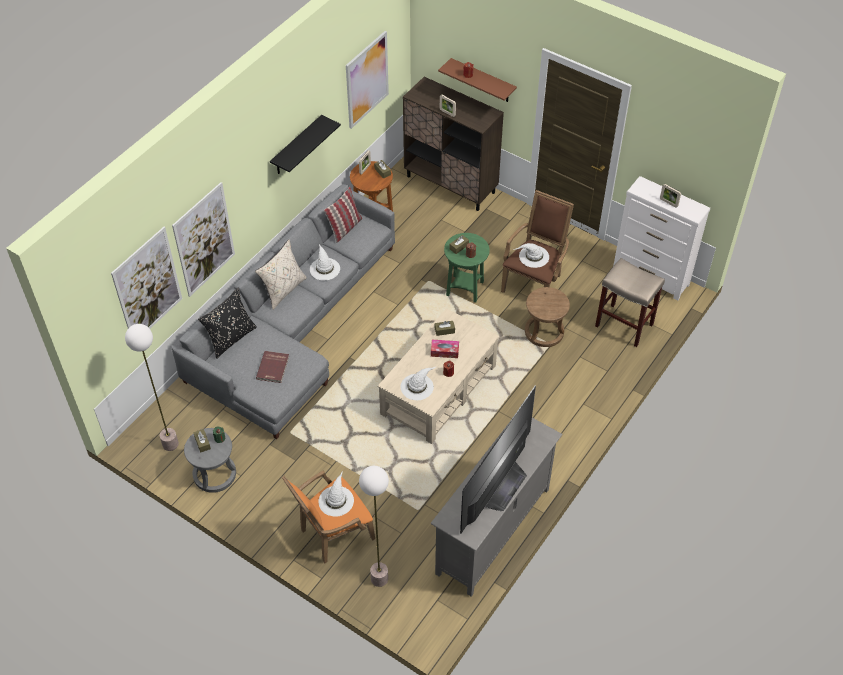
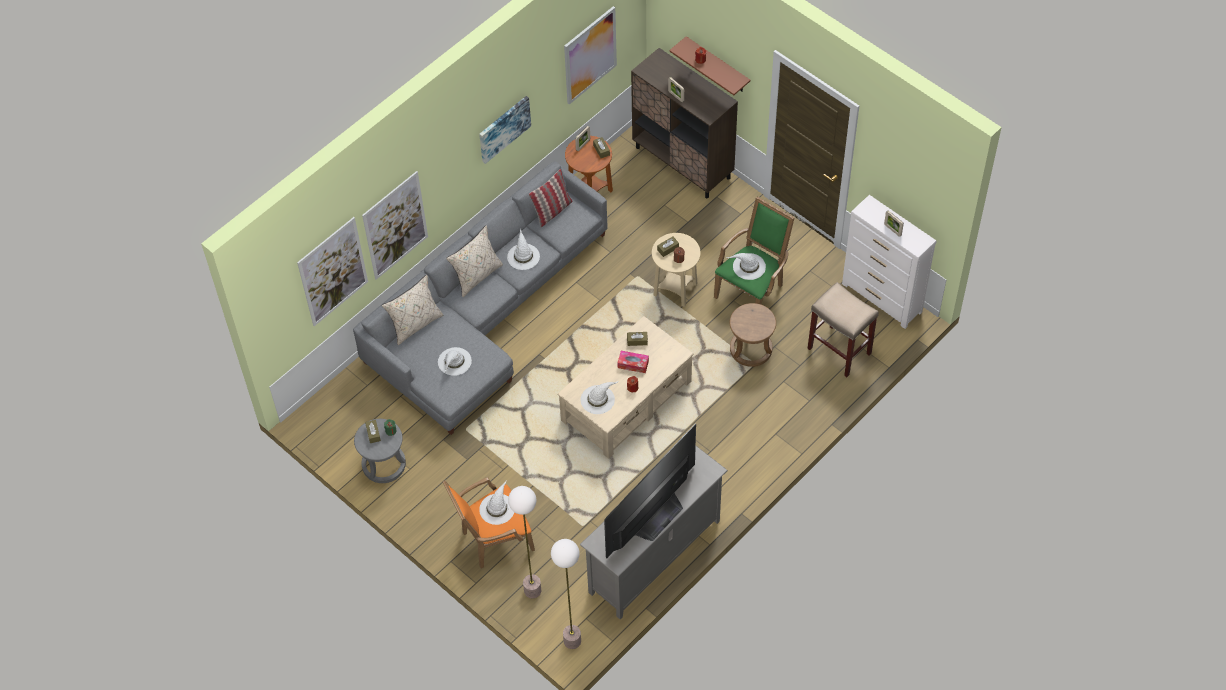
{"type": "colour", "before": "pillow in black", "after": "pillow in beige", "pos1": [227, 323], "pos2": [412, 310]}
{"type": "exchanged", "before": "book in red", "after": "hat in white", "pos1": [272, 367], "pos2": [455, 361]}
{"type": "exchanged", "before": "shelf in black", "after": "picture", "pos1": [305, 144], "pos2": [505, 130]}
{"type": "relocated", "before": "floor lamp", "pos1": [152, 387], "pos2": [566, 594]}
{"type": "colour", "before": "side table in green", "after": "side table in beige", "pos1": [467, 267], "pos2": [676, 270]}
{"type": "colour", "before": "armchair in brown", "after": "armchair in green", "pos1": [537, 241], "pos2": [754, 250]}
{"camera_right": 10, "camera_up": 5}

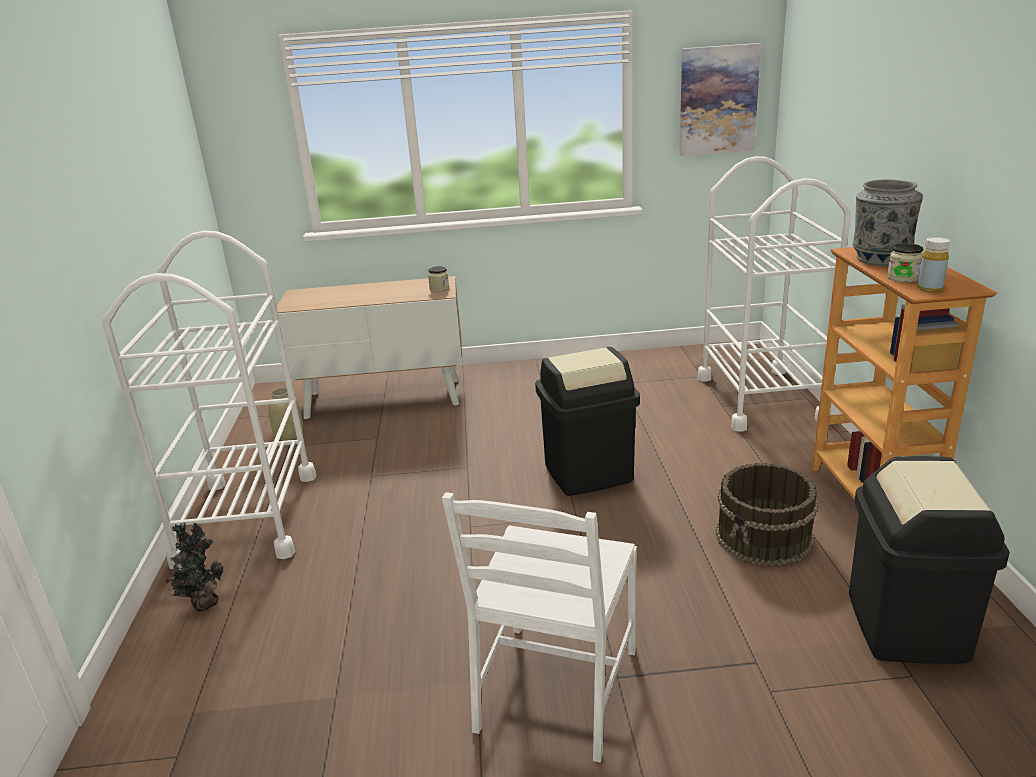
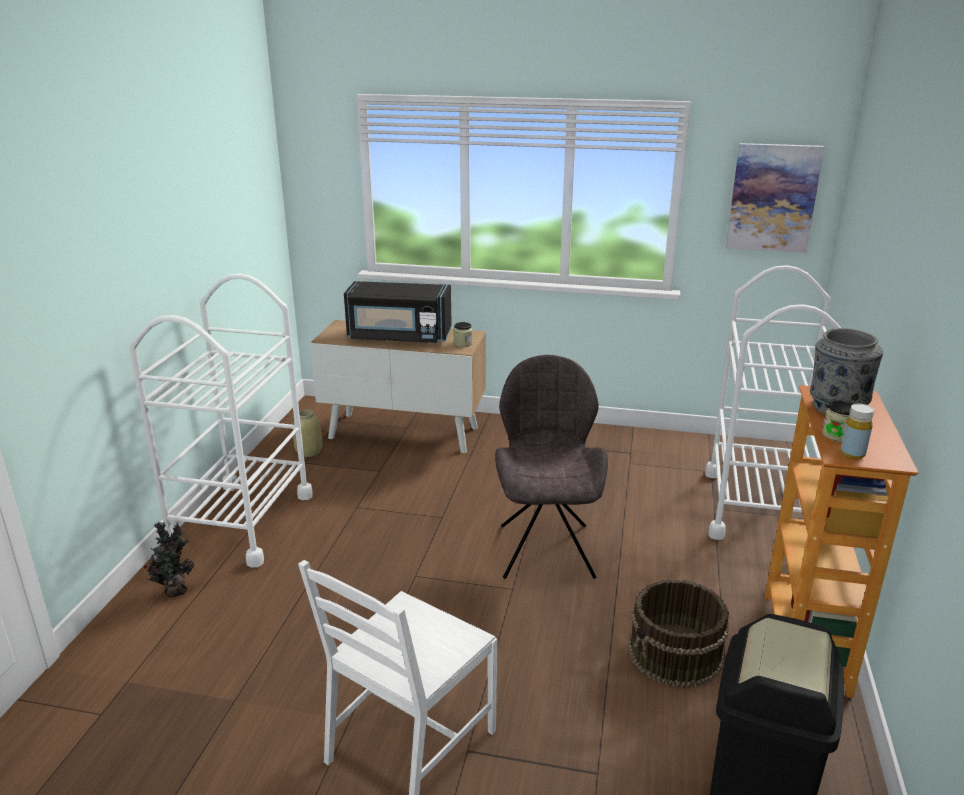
{"type": "appeared", "after": "microwave in black", "pos2": [398, 312]}
{"type": "exchanged", "before": "trash can in black", "after": "chair in grey", "pos1": [587, 421], "pos2": [551, 467]}
{"camera_right": 15, "camera_up": 0}

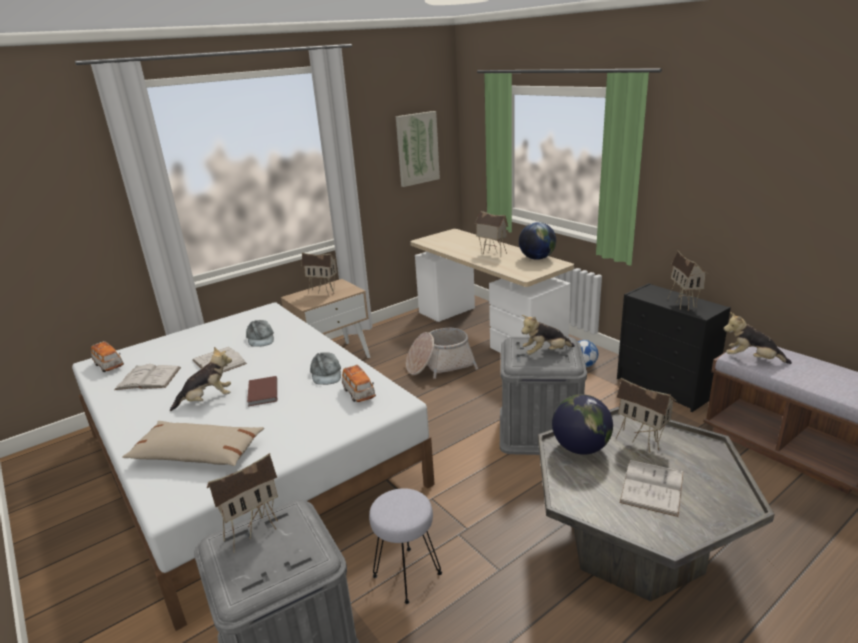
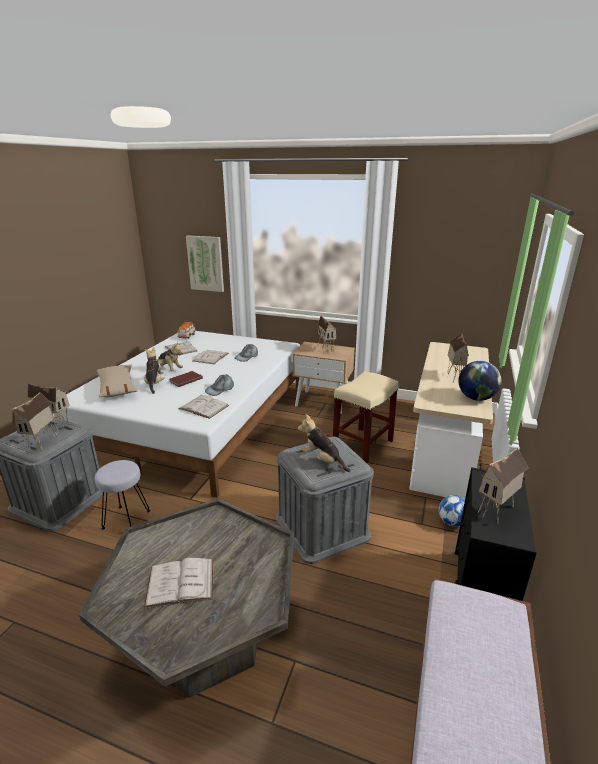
{"type": "relocated", "before": "toy house", "pos1": [646, 415], "pos2": [34, 422]}
{"type": "relocated", "before": "plush toy", "pos1": [757, 338], "pos2": [154, 370]}
{"type": "exchanged", "before": "toy car", "after": "book in white", "pos1": [359, 383], "pos2": [203, 406]}
{"type": "relocated", "before": "picture", "pos1": [418, 149], "pos2": [205, 263]}
{"type": "exchanged", "before": "basket", "after": "stool in beige", "pos1": [442, 353], "pos2": [366, 418]}
{"type": "missing", "before": "globe", "pos1": [582, 424]}
{"camera_right": 55, "camera_up": 0}

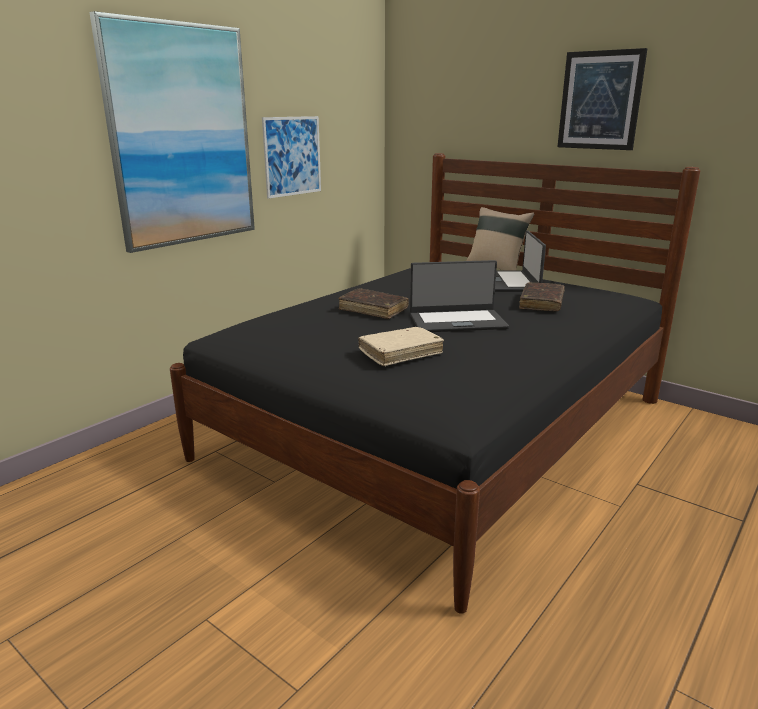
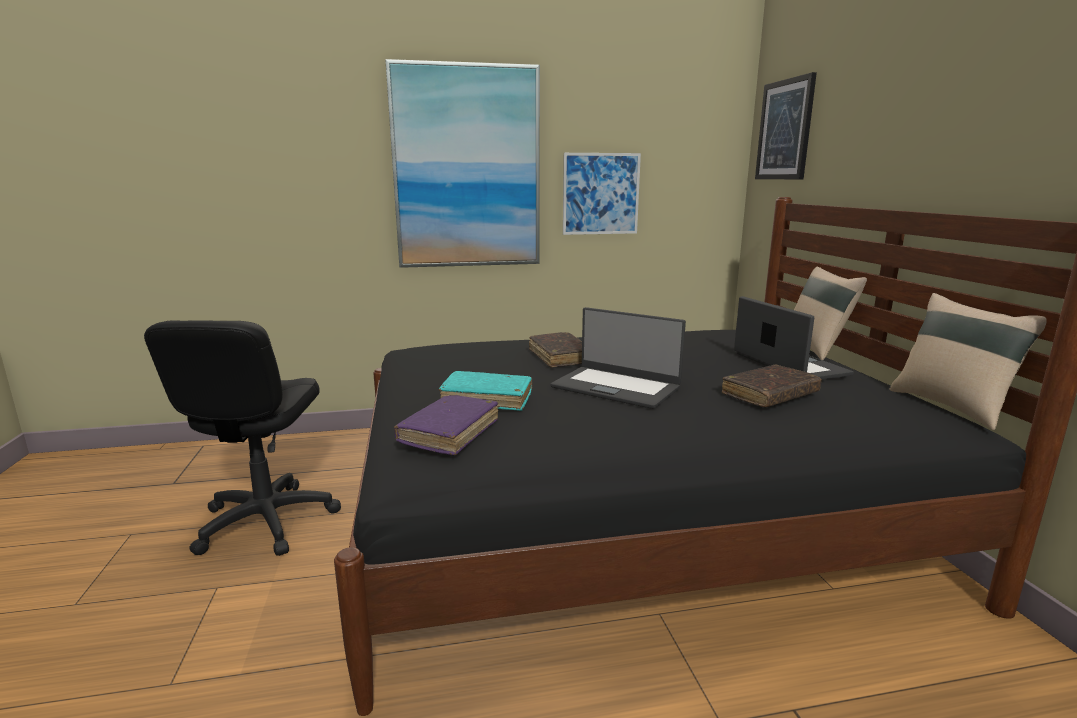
{"type": "appeared", "after": "office chair in black", "pos2": [242, 438]}
{"type": "appeared", "after": "book in purple", "pos2": [446, 425]}
{"type": "colour", "before": "book in beige", "after": "book in turquoise", "pos1": [401, 346], "pos2": [485, 391]}
{"type": "spun", "before": "laptop", "pos1": [520, 261], "pos2": [794, 338], "turn": 120}
{"type": "relocated", "before": "picture", "pos1": [602, 99], "pos2": [786, 125]}
{"type": "appeared", "after": "pillow in beige", "pos2": [968, 361]}
{"camera_right": 40, "camera_up": -5}

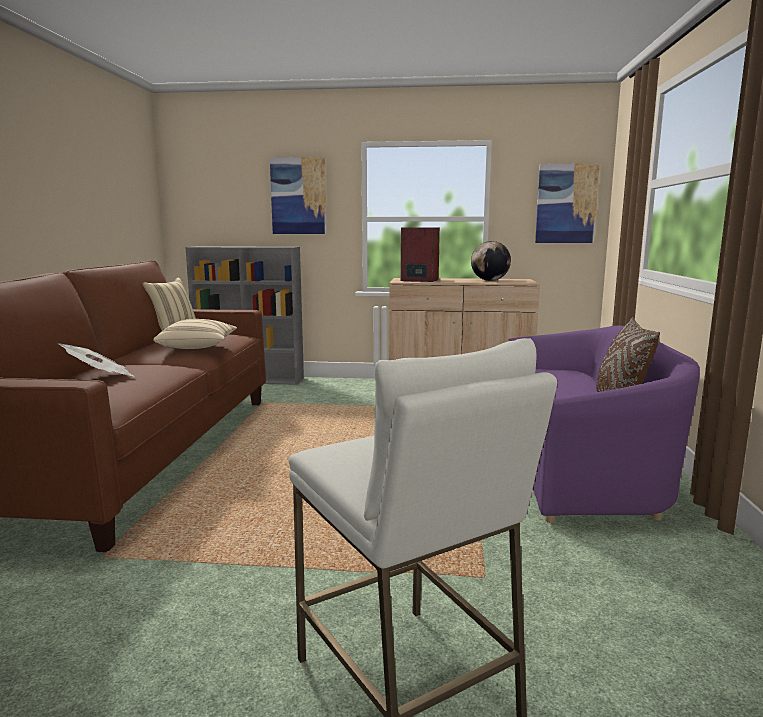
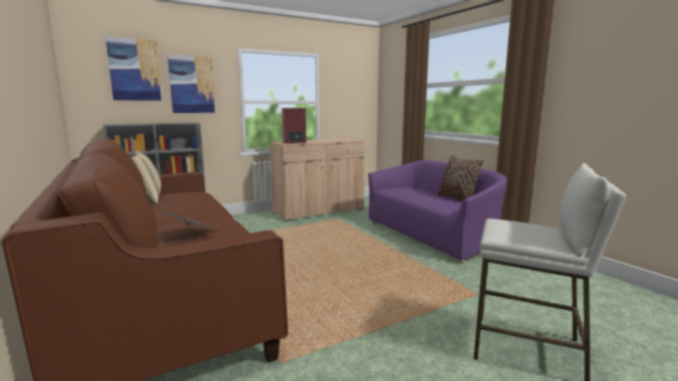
{"type": "relocated", "before": "picture", "pos1": [567, 203], "pos2": [134, 68]}
{"type": "missing", "before": "pillow in beige", "pos1": [195, 334]}
{"type": "missing", "before": "globe", "pos1": [491, 261]}
{"camera_right": -35, "camera_up": 0}

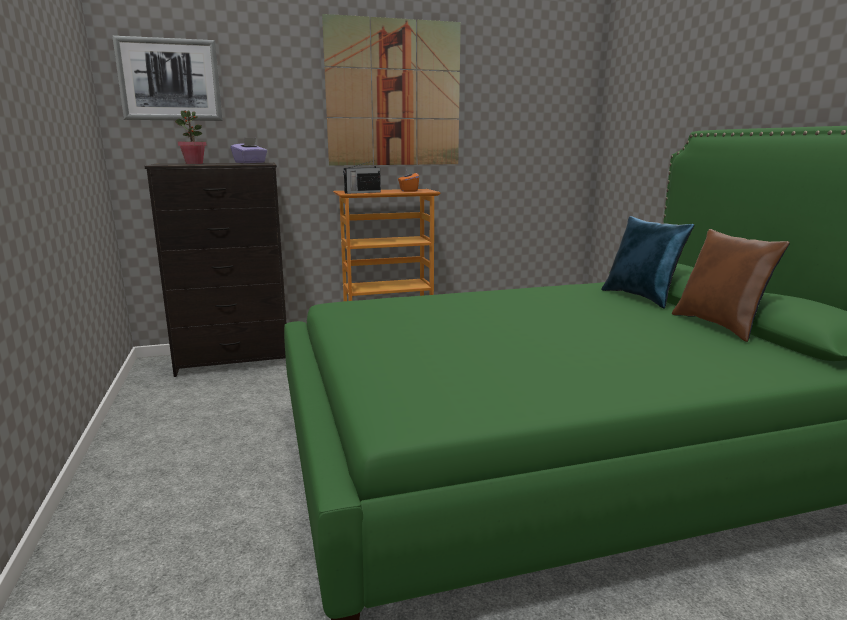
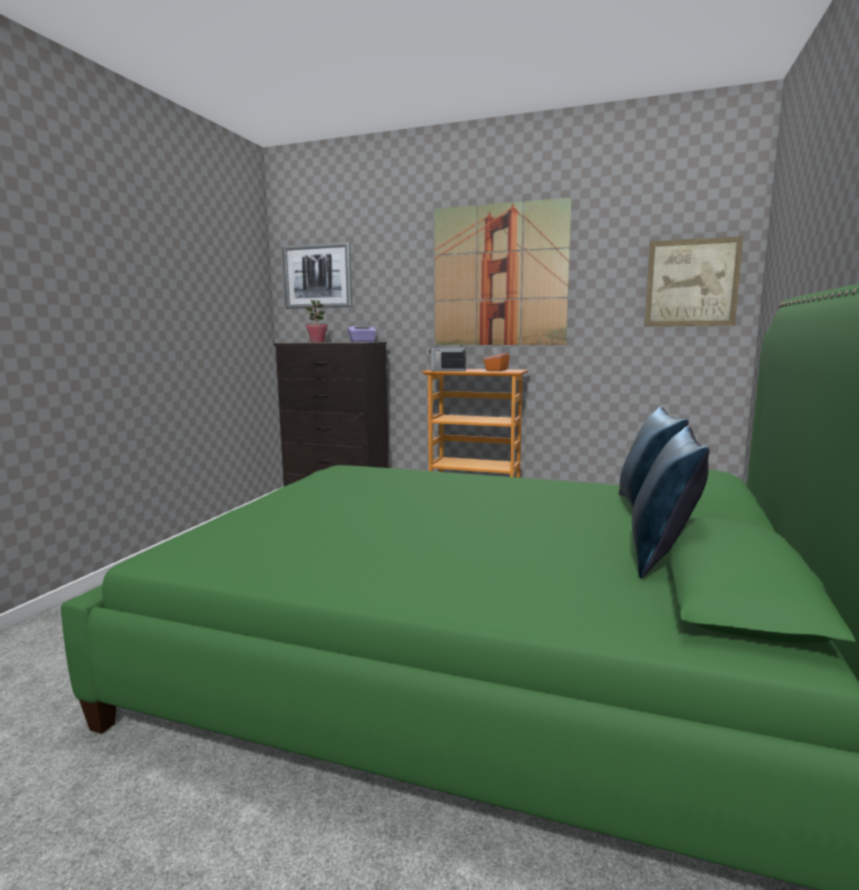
{"type": "colour", "before": "pillow in brown", "after": "pillow in blue", "pos1": [731, 285], "pos2": [671, 502]}
{"type": "appeared", "after": "picture", "pos2": [694, 281]}
{"camera_right": 35, "camera_up": -5}

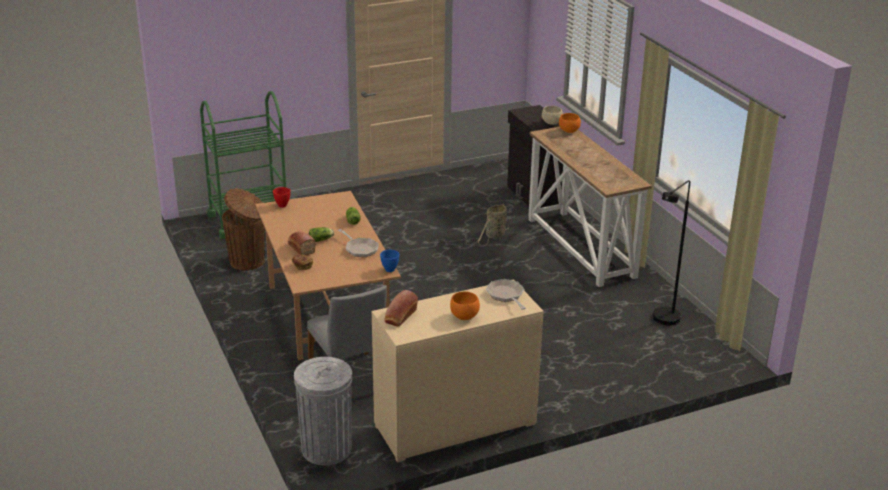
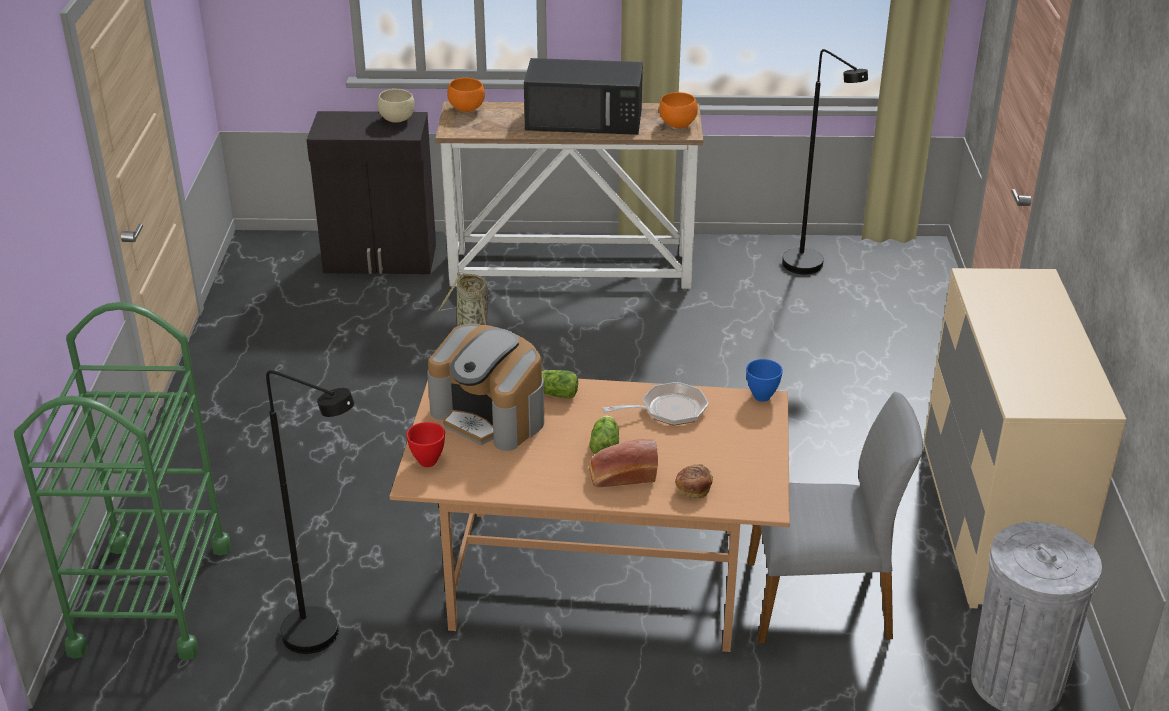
{"type": "exchanged", "before": "trash can in brown", "after": "floor lamp in black", "pos1": [243, 229], "pos2": [310, 512]}
{"type": "appeared", "after": "coffee machine", "pos2": [485, 387]}
{"type": "appeared", "after": "microwave in black", "pos2": [583, 96]}
{"type": "relocated", "before": "bowl in orange", "pos1": [465, 306], "pos2": [678, 110]}
{"type": "missing", "before": "bread", "pos1": [401, 308]}
{"type": "missing", "before": "frying pan", "pos1": [506, 294]}
{"camera_right": -65, "camera_up": 5}

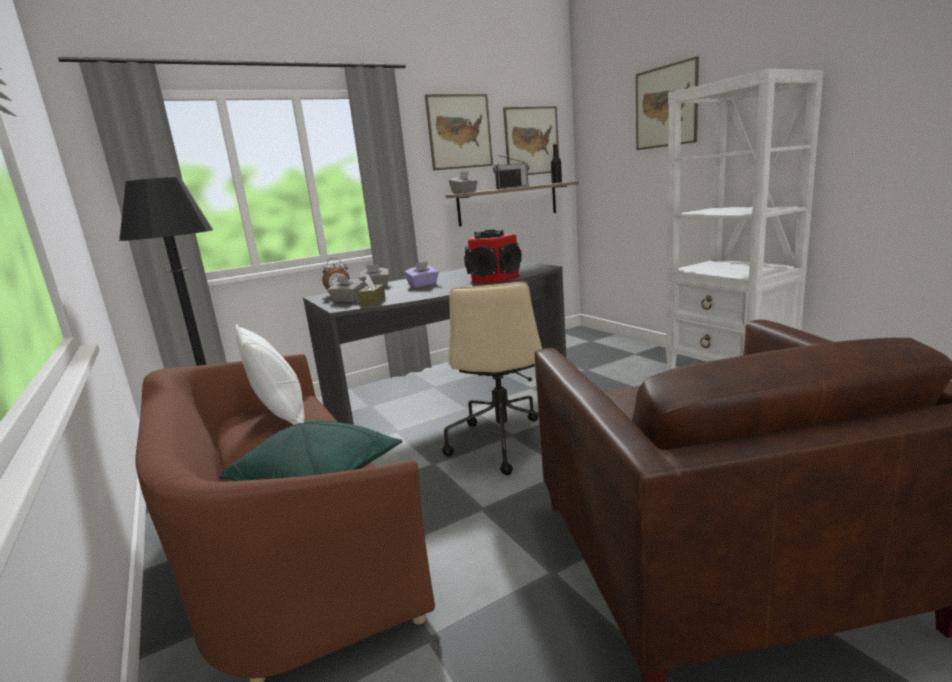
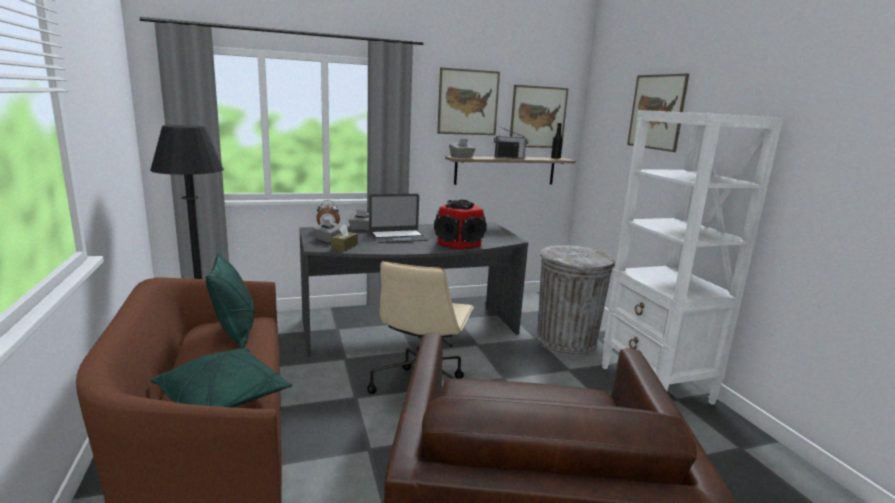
{"type": "colour", "before": "pillow in white", "after": "pillow in green", "pos1": [270, 374], "pos2": [230, 301]}
{"type": "exchanged", "before": "tissue box in purple", "after": "laptop", "pos1": [421, 274], "pos2": [399, 218]}
{"type": "appeared", "after": "trash can in grey", "pos2": [576, 300]}
{"camera_right": 10, "camera_up": 0}

